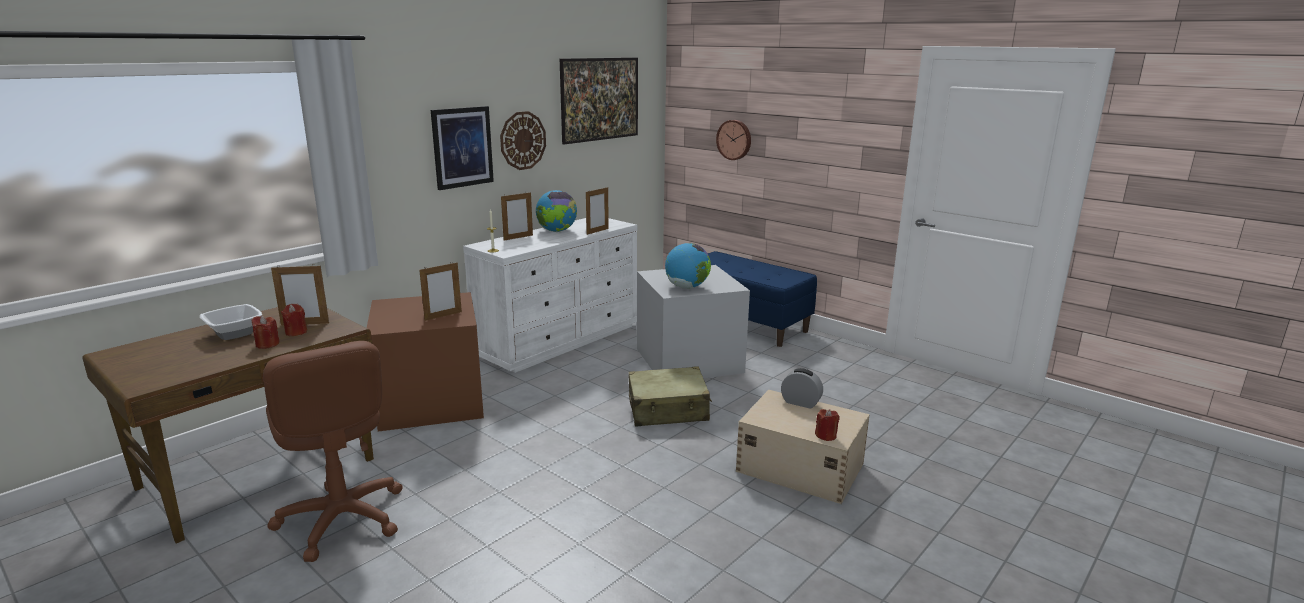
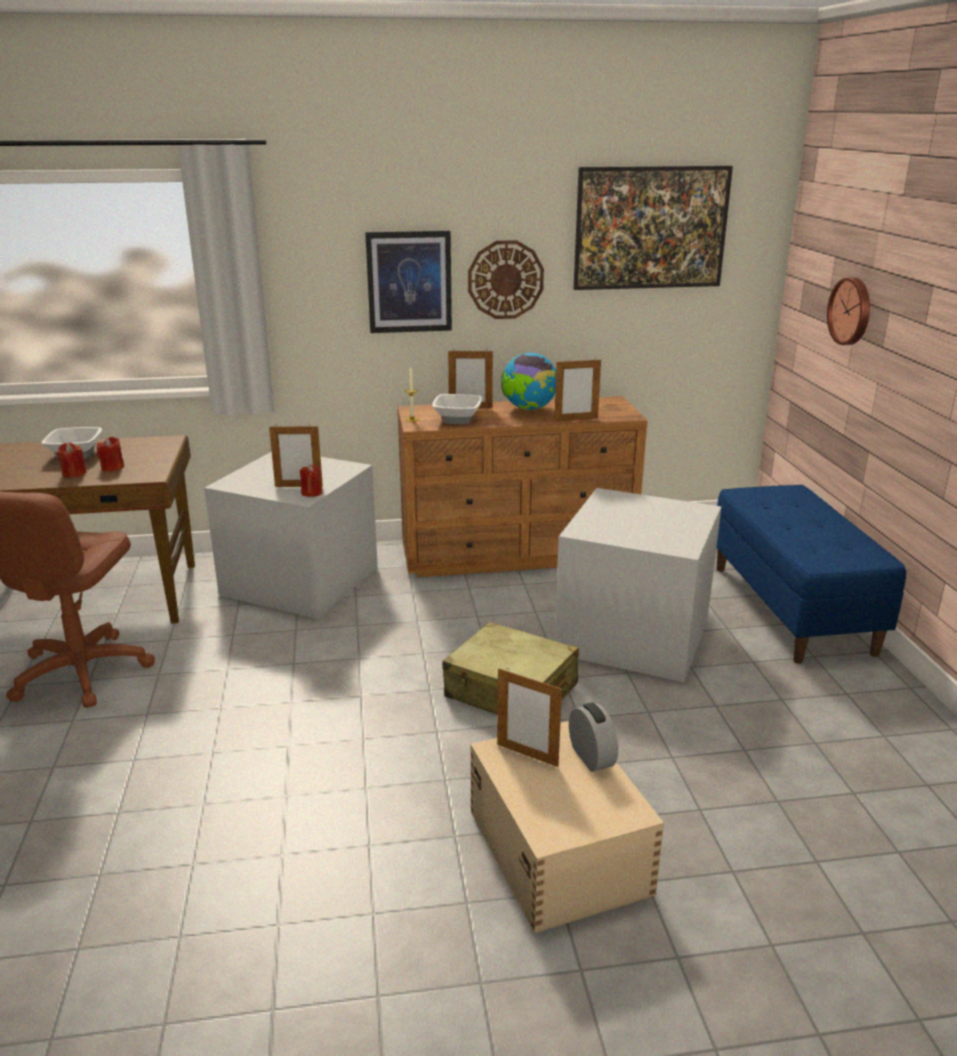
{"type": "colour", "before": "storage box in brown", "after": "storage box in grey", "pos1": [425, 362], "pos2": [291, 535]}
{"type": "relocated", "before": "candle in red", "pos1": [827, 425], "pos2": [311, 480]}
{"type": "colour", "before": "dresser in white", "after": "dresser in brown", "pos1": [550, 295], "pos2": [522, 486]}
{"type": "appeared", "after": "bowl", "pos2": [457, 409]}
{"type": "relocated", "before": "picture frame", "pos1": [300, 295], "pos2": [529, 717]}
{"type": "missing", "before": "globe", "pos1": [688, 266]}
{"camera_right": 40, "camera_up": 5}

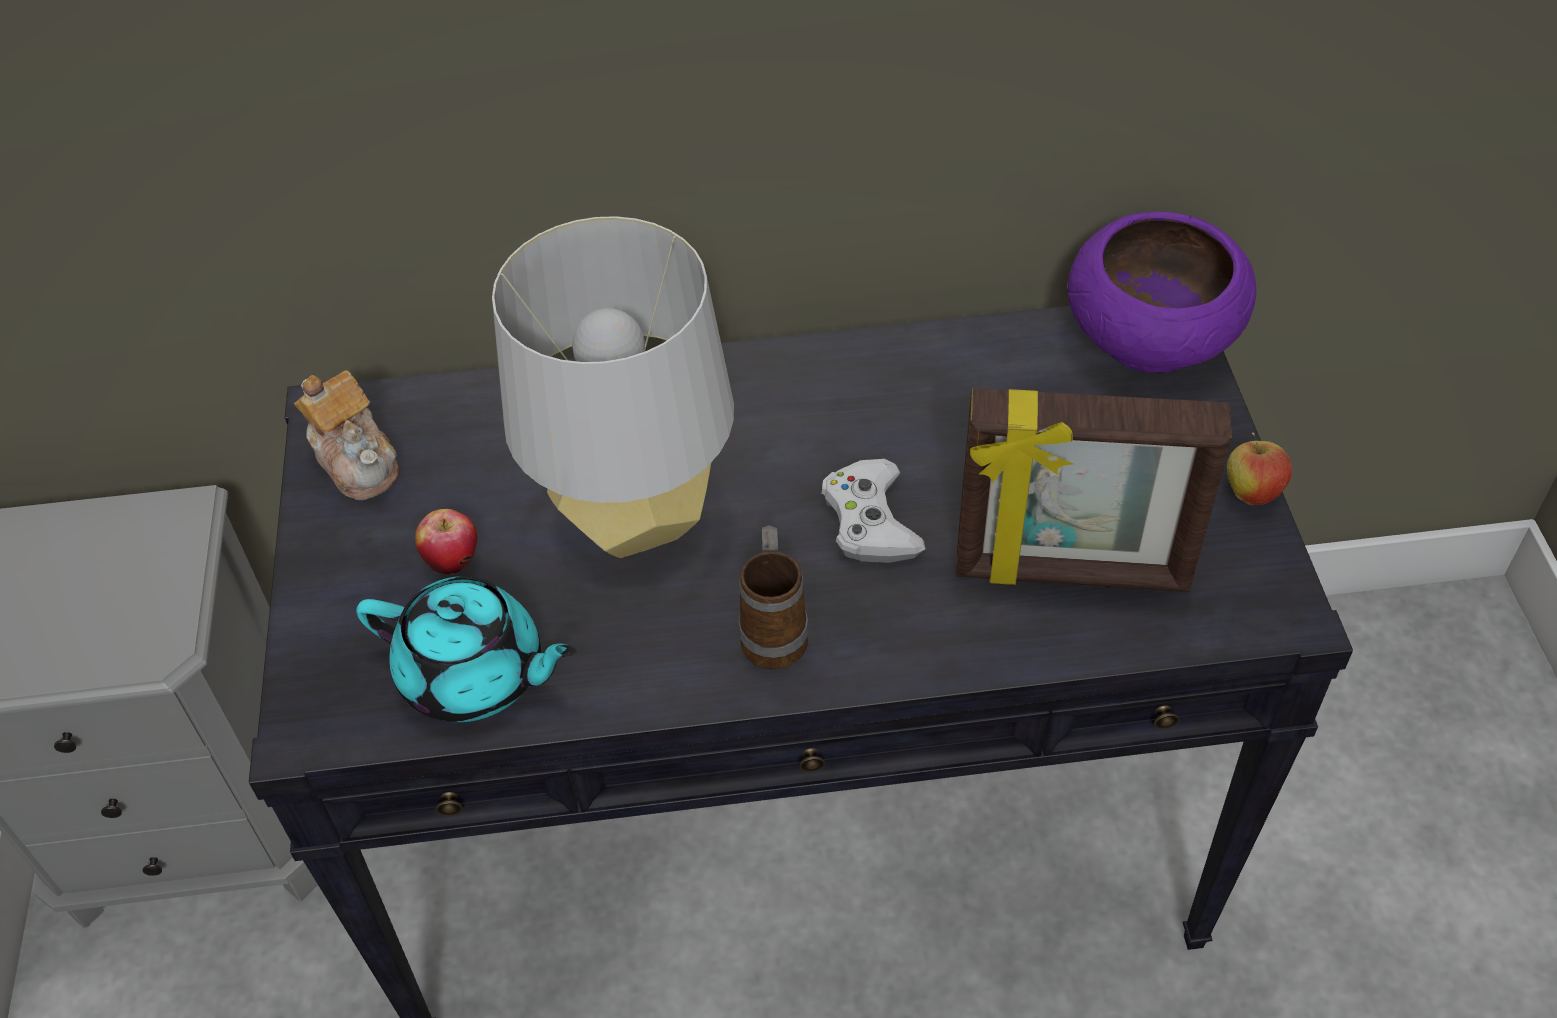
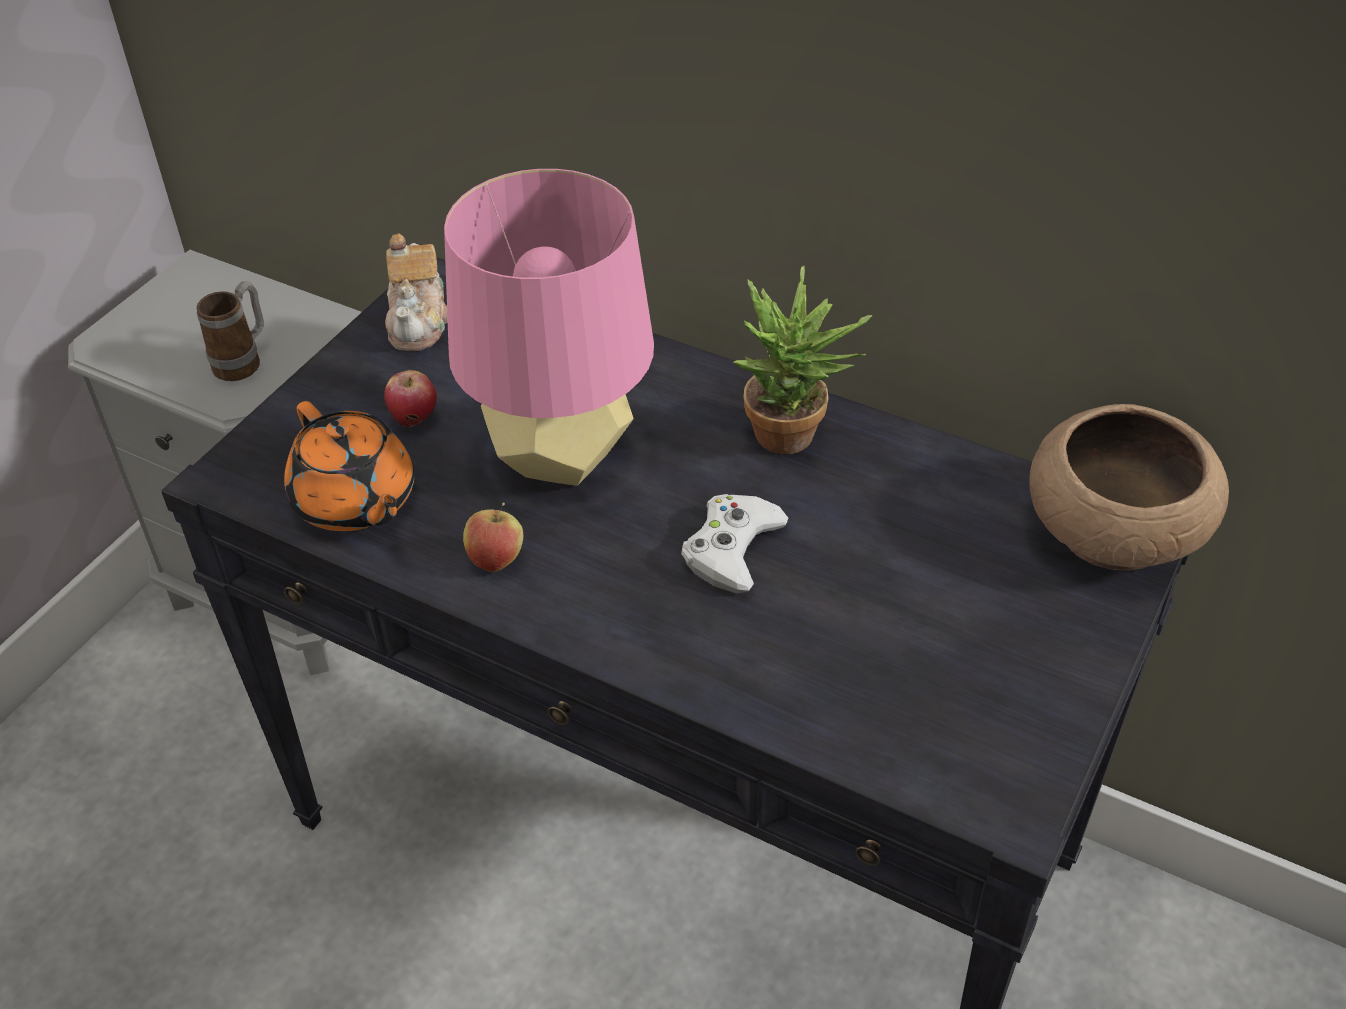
{"type": "relocated", "before": "mug", "pos1": [773, 597], "pos2": [230, 331]}
{"type": "colour", "before": "teapot in turquoise", "after": "teapot in orange", "pos1": [466, 649], "pos2": [349, 466]}
{"type": "colour", "before": "table lamp in grey", "after": "table lamp in pink", "pos1": [613, 387], "pos2": [549, 327]}
{"type": "relocated", "before": "apple", "pos1": [1259, 468], "pos2": [493, 537]}
{"type": "appeared", "after": "potted plant", "pos2": [803, 360]}
{"type": "colour", "before": "bowl in purple", "after": "bowl in brown", "pos1": [1161, 292], "pos2": [1129, 487]}
{"type": "missing", "before": "picture frame", "pos1": [1094, 490]}
{"camera_right": 35, "camera_up": -5}

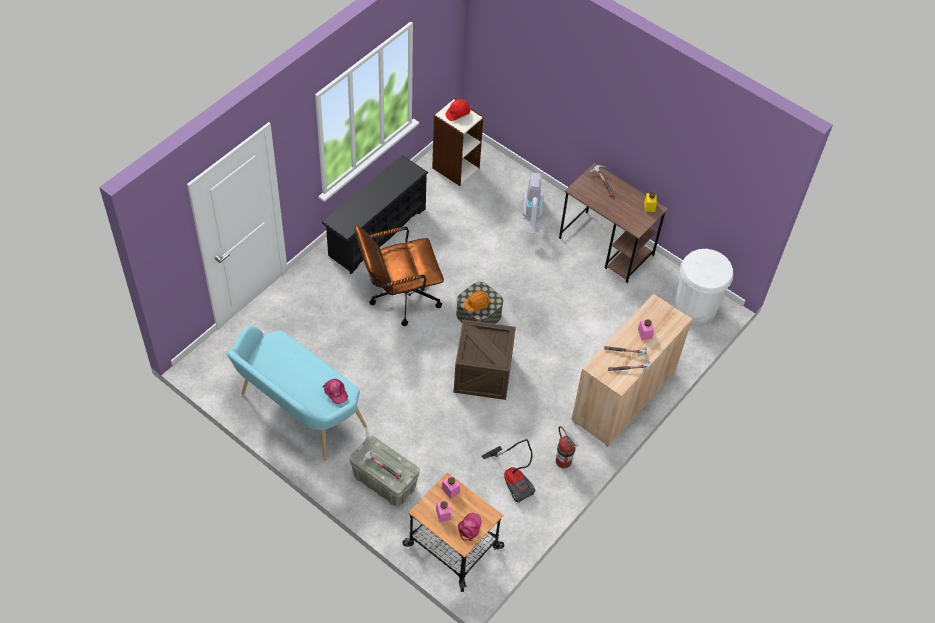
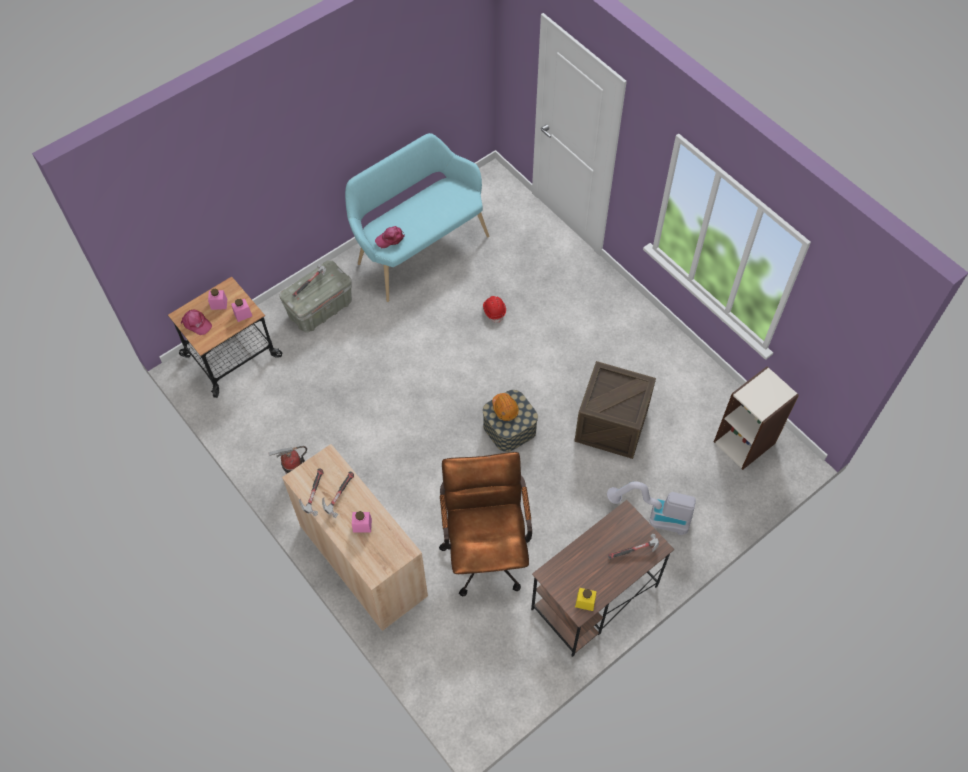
{"type": "relocated", "before": "office chair in brown", "pos1": [399, 276], "pos2": [485, 524]}
{"type": "relocated", "before": "hard hat in red", "pos1": [458, 110], "pos2": [494, 309]}
{"type": "relocated", "before": "crate", "pos1": [485, 360], "pos2": [615, 410]}
{"type": "missing", "before": "shoe rack in black", "pos1": [375, 214]}
{"type": "missing", "before": "vacuum cleaner", "pos1": [508, 470]}
{"type": "missing", "before": "trash can in white", "pos1": [704, 288]}
{"camera_right": 105, "camera_up": 5}

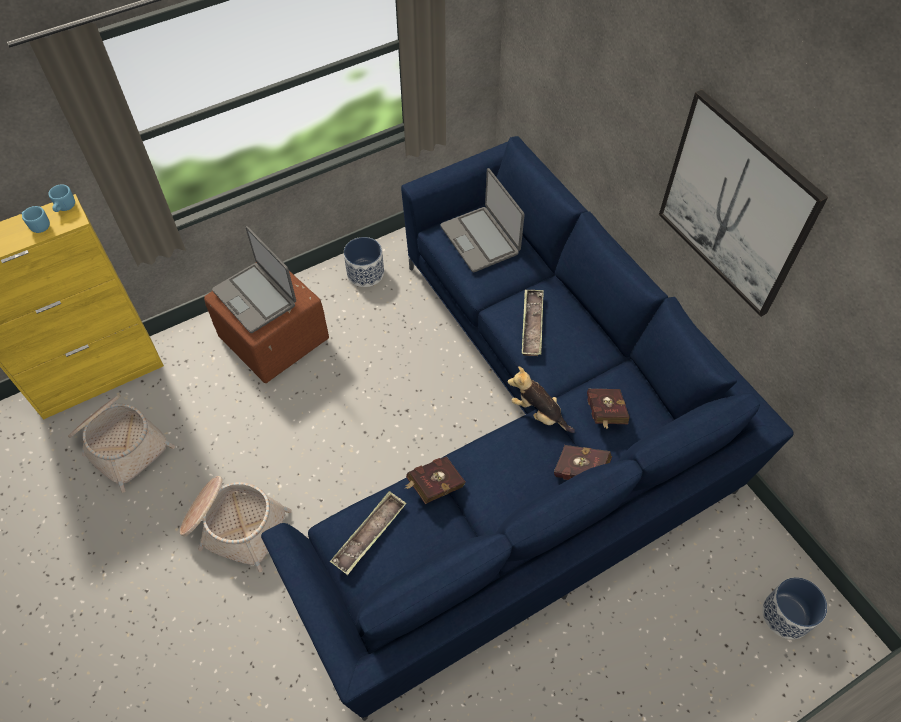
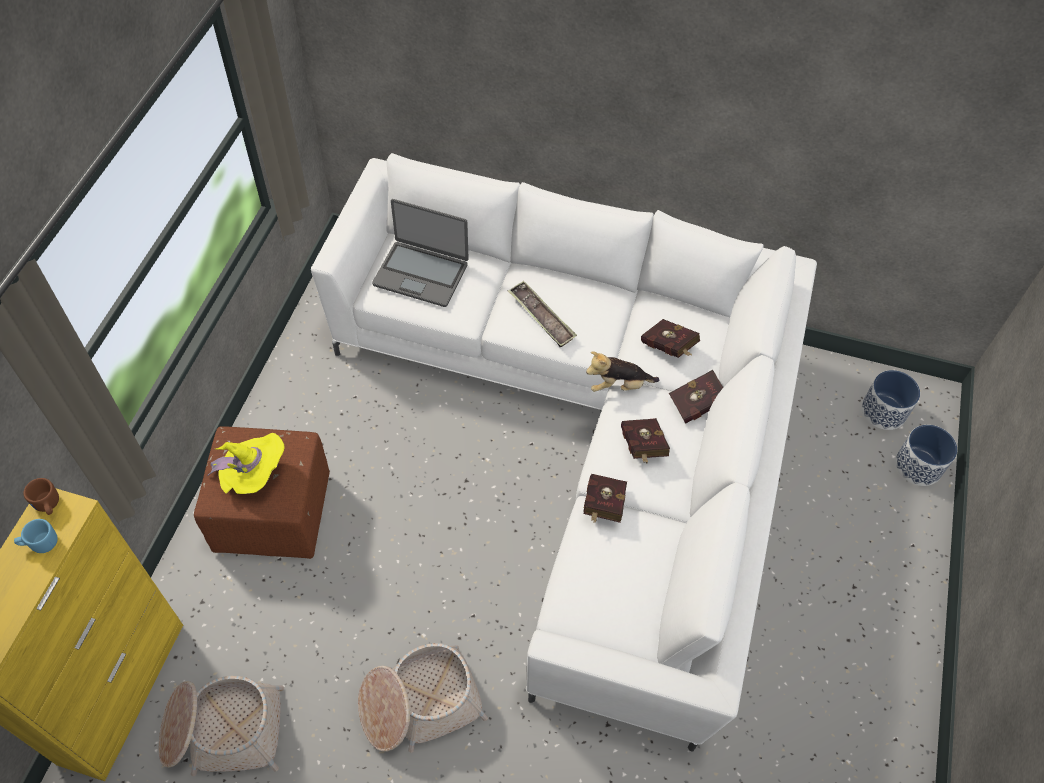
{"type": "colour", "before": "mug in blue", "after": "mug in brown", "pos1": [61, 198], "pos2": [41, 496]}
{"type": "exchanged", "before": "laptop", "after": "hat in yellow", "pos1": [254, 279], "pos2": [246, 463]}
{"type": "colour", "before": "sofa in blue", "after": "sofa in white", "pos1": [527, 428], "pos2": [564, 452]}
{"type": "appeared", "after": "book in red", "pos2": [645, 441]}
{"type": "relocated", "before": "planter", "pos1": [364, 262], "pos2": [926, 455]}
{"type": "missing", "before": "tray", "pos1": [368, 533]}
{"type": "missing", "before": "picture", "pos1": [743, 203]}
{"camera_right": -45, "camera_up": 0}

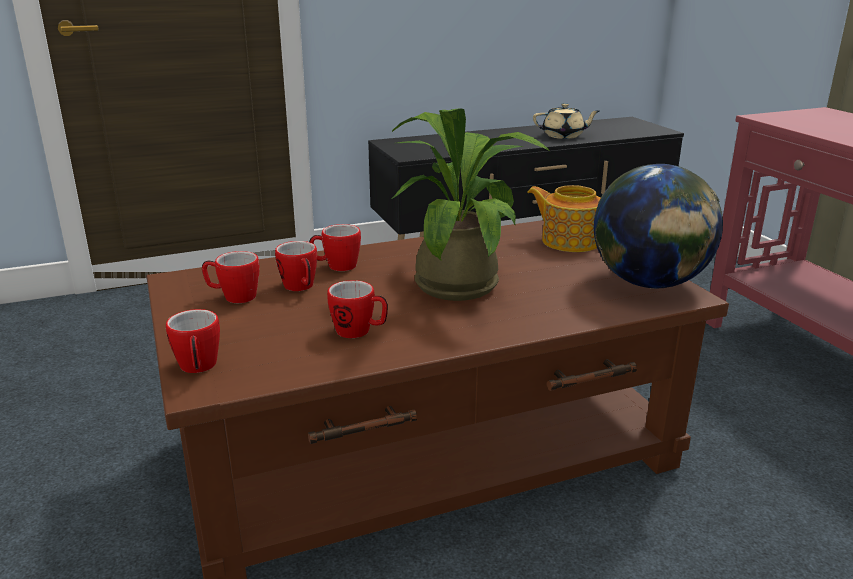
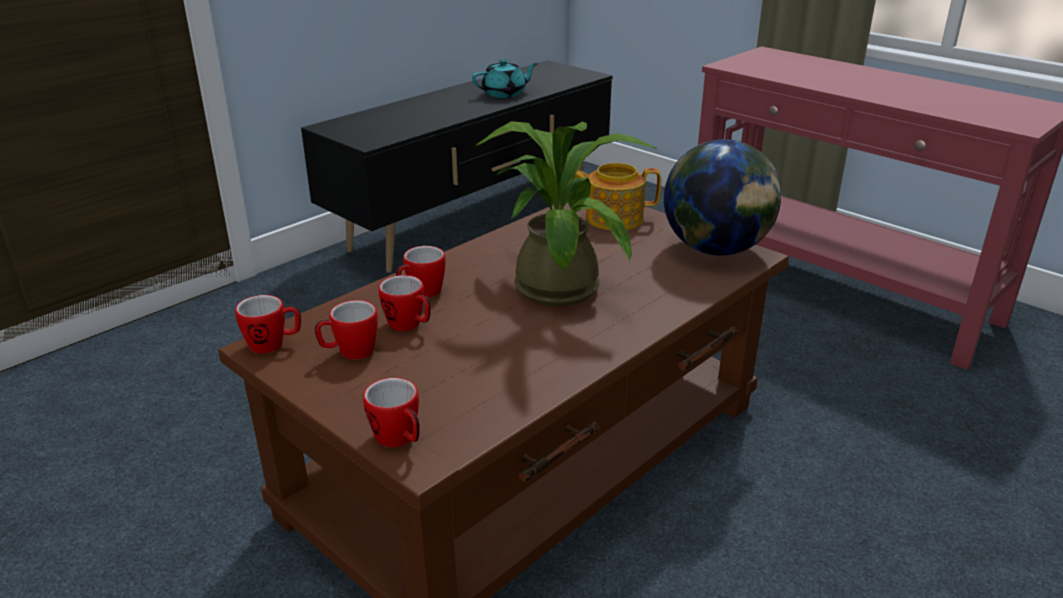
{"type": "relocated", "before": "mug", "pos1": [357, 309], "pos2": [268, 324]}
{"type": "colour", "before": "teapot in beige", "after": "teapot in turquoise", "pos1": [566, 121], "pos2": [505, 78]}
{"camera_right": -25, "camera_up": 5}

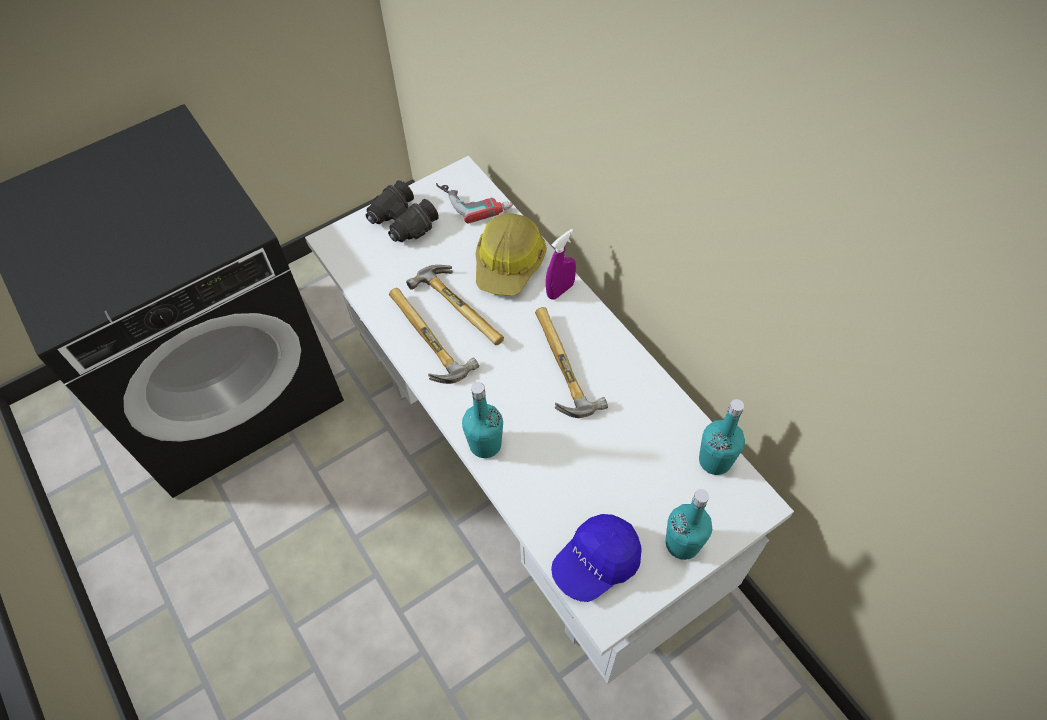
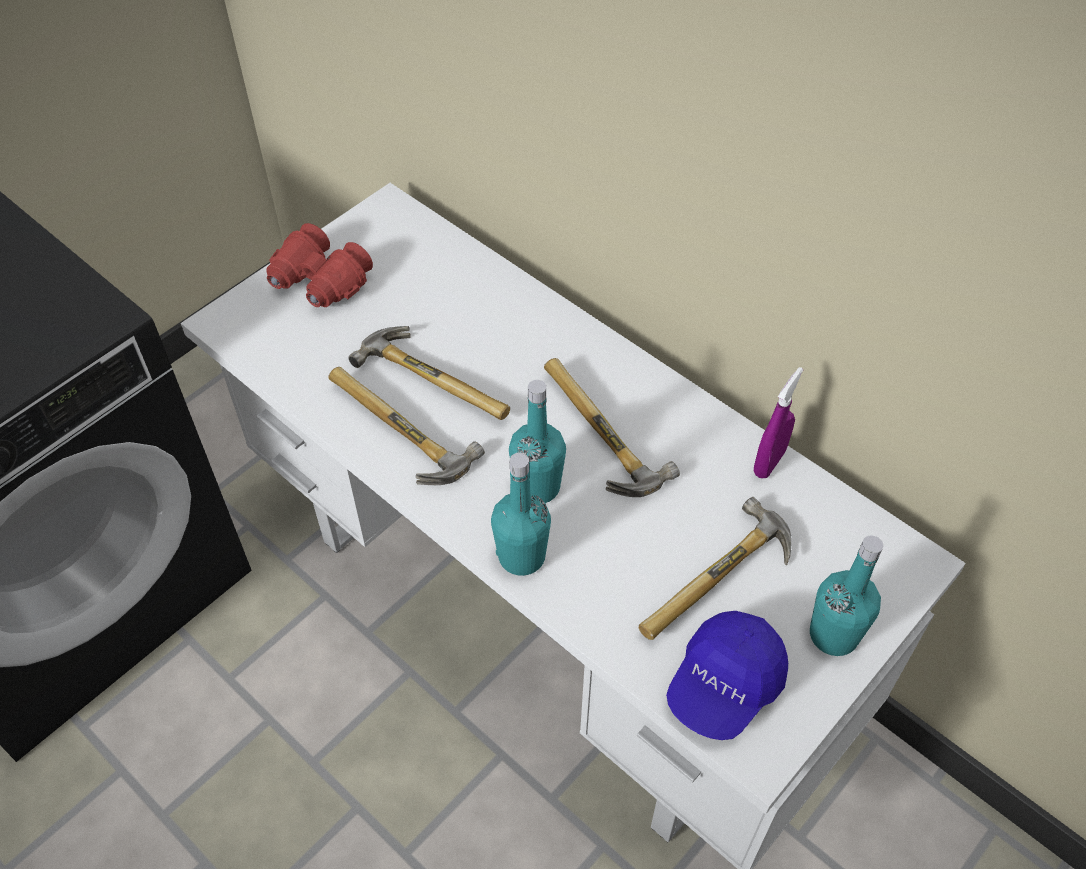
{"type": "colour", "before": "binoculars in black", "after": "binoculars in red", "pos1": [402, 211], "pos2": [319, 265]}
{"type": "relocated", "before": "bottle in turquoise", "pos1": [722, 437], "pos2": [537, 441]}
{"type": "appeared", "after": "hammer", "pos2": [715, 568]}
{"type": "relocated", "before": "spray bottle in purple", "pos1": [561, 264], "pos2": [778, 423]}
{"type": "missing", "before": "power drill", "pos1": [474, 203]}
{"type": "missing", "before": "hard hat", "pos1": [511, 254]}
{"camera_right": -15, "camera_up": -5}

